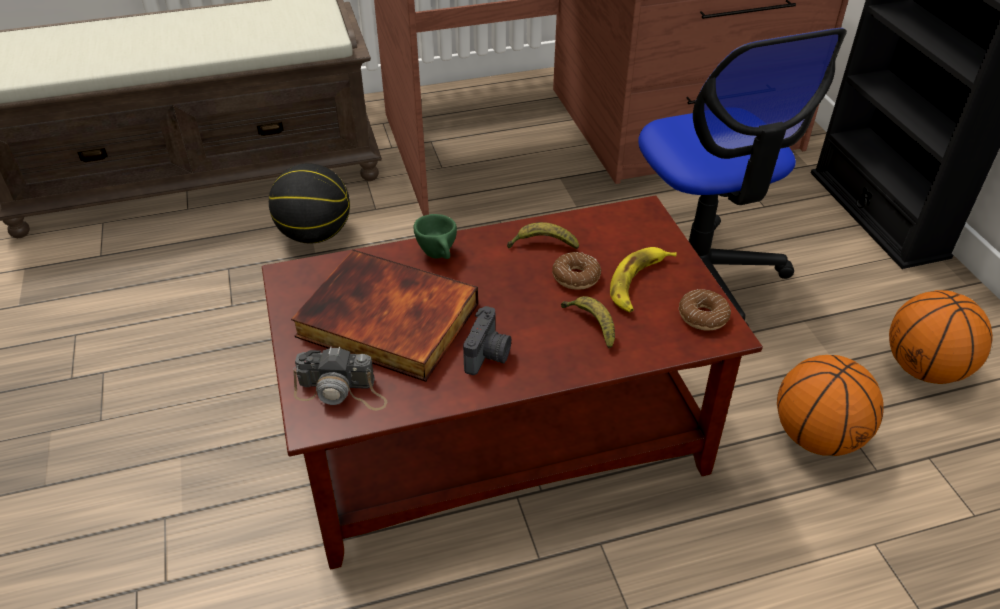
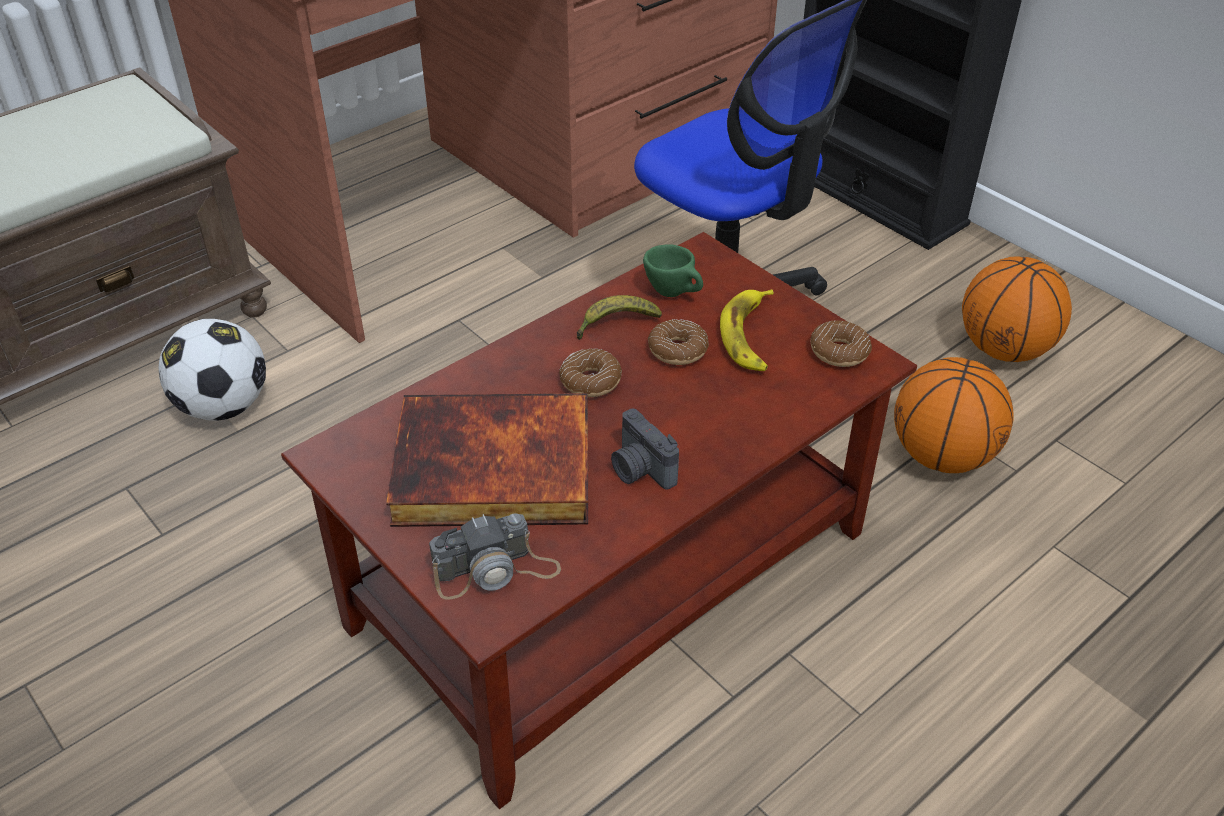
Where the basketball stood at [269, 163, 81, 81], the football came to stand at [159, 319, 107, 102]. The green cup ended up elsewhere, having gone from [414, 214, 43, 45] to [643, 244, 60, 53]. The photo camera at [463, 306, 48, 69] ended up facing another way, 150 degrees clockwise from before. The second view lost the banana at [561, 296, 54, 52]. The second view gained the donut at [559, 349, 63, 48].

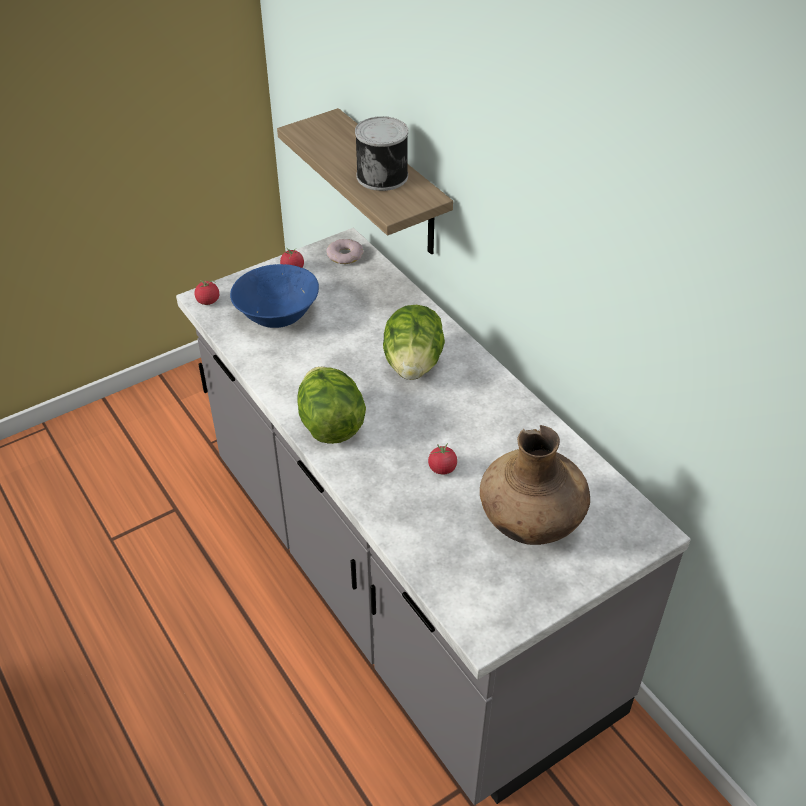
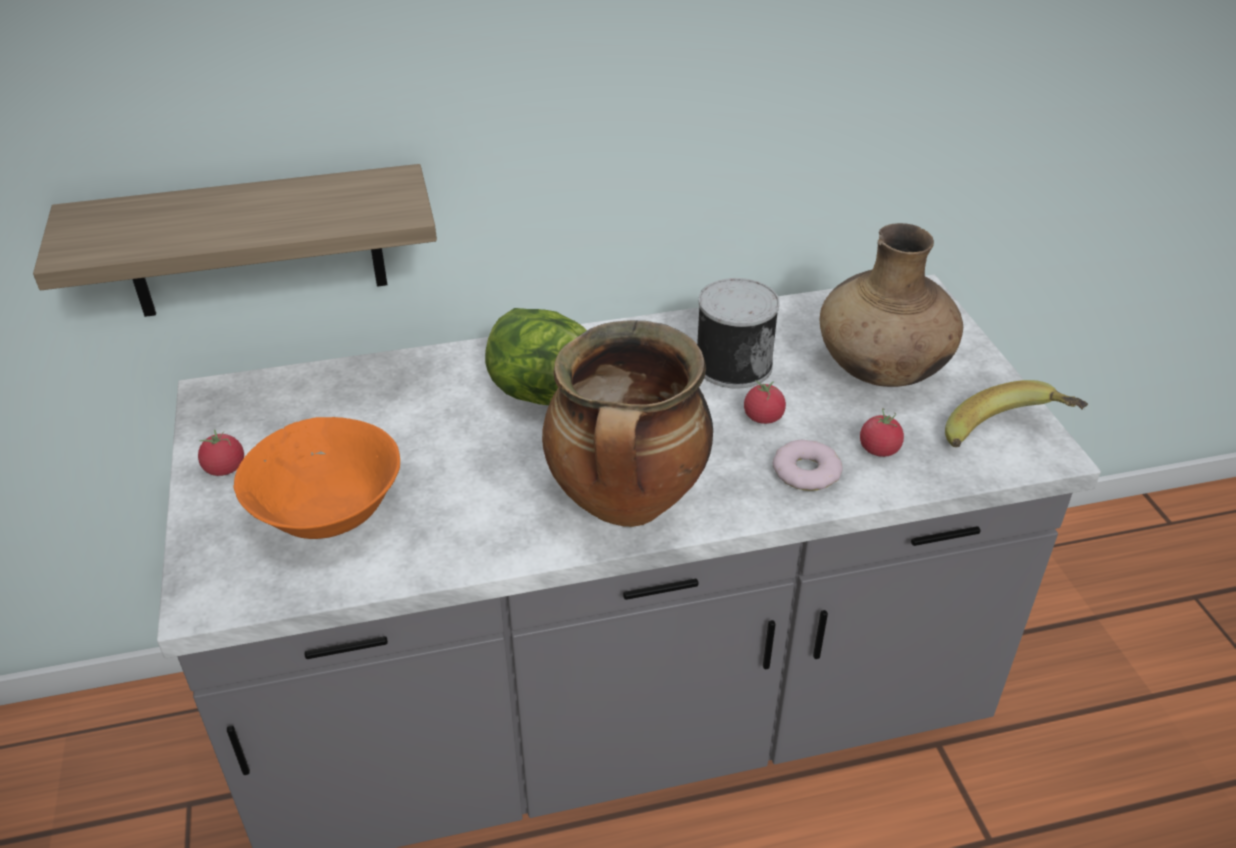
The tomato ended up elsewhere, having gone from [194, 280, 25, 25] to [860, 408, 44, 49]. What was the blue bowl at [230, 264, 89, 64] turned into the orange bowl at [233, 417, 167, 122]. Where the lettuce stood at [297, 366, 69, 78], the cooking pot came to stand at [542, 320, 171, 207]. The donut ended up elsewhere, having gone from [326, 239, 38, 25] to [773, 440, 70, 51]. The can ended up elsewhere, having gone from [355, 116, 53, 75] to [697, 278, 83, 111]. The second view gained the banana at [945, 380, 143, 67].

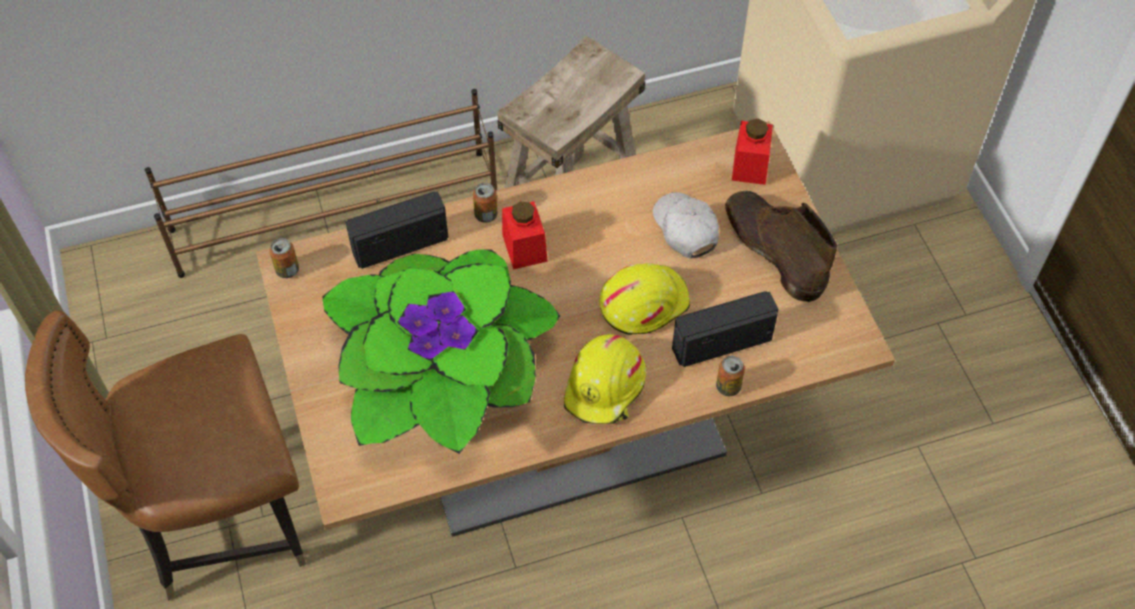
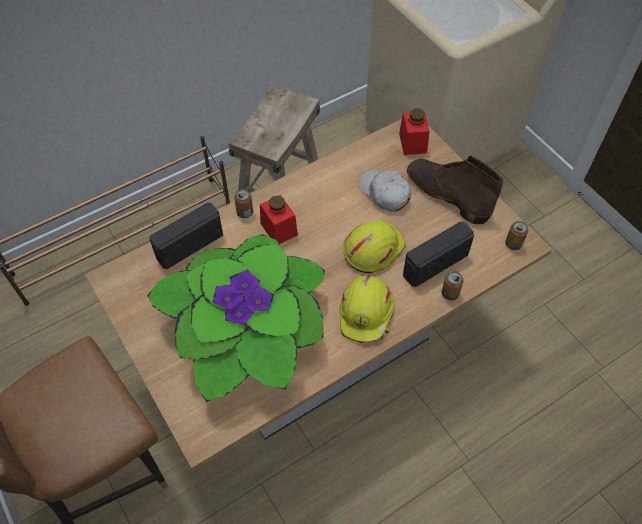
The can ended up elsewhere, having gone from [269, 238, 30, 40] to [505, 221, 23, 29].

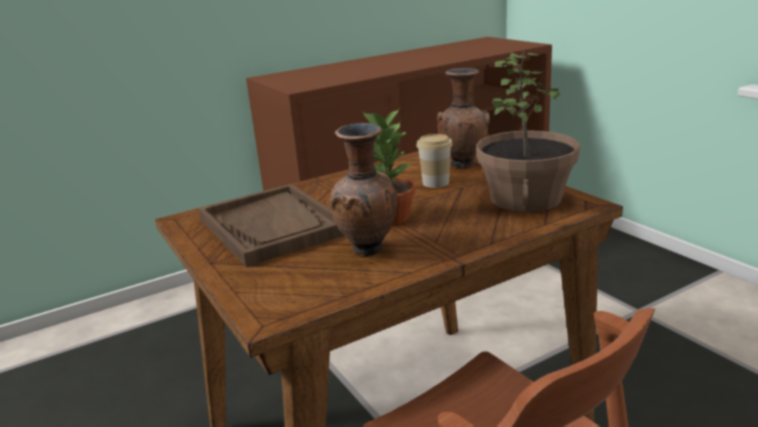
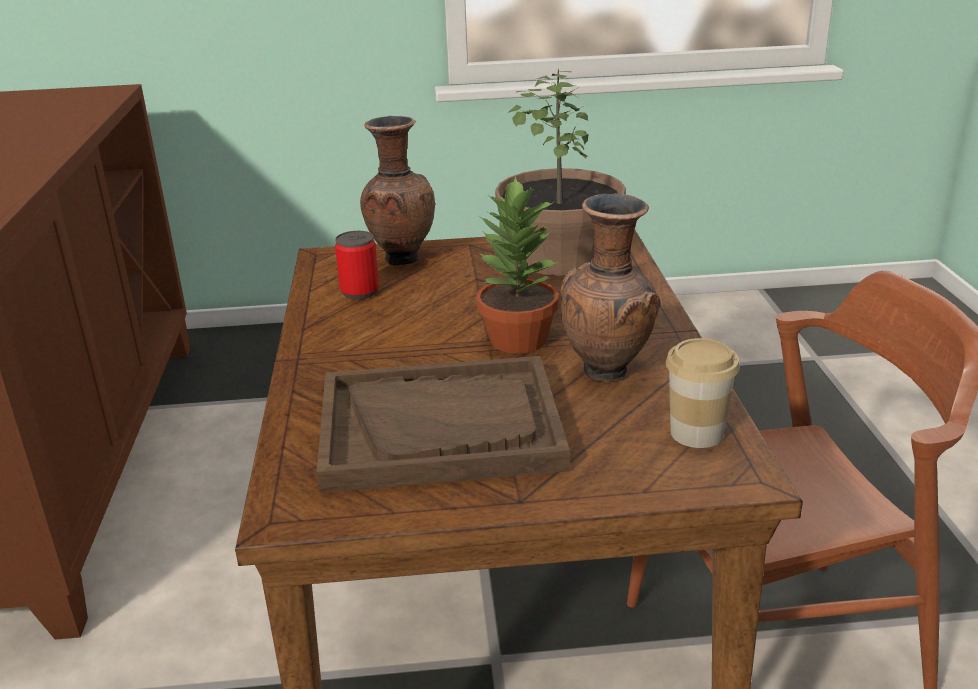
The cup ended up elsewhere, having gone from [416, 134, 37, 54] to [666, 338, 74, 110]. The second view gained the can at [335, 231, 44, 68].

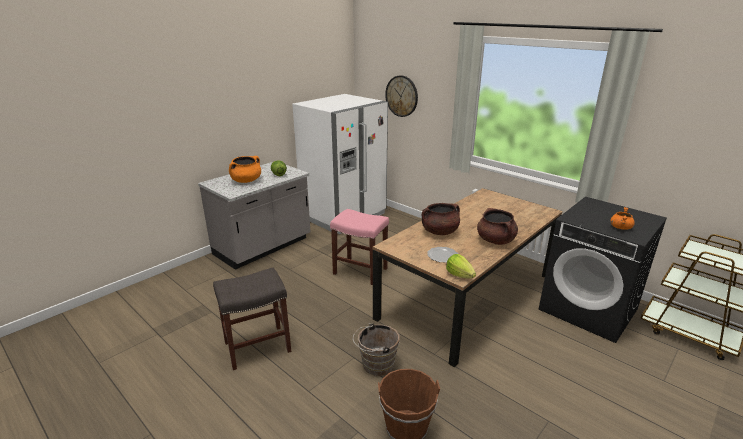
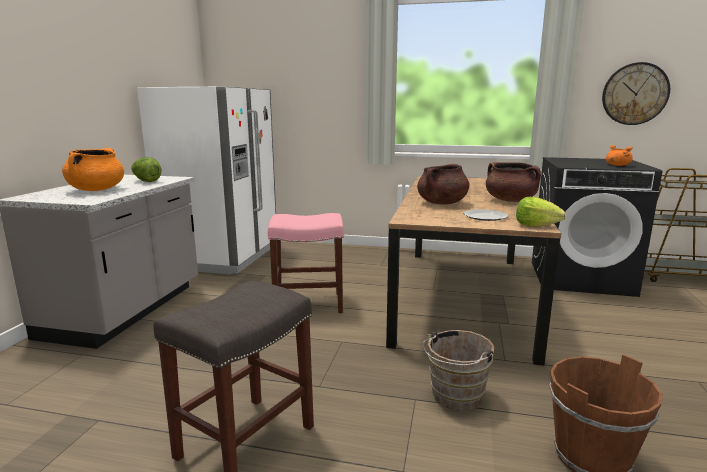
The wall clock ended up elsewhere, having gone from [385, 75, 33, 42] to [602, 62, 68, 63].

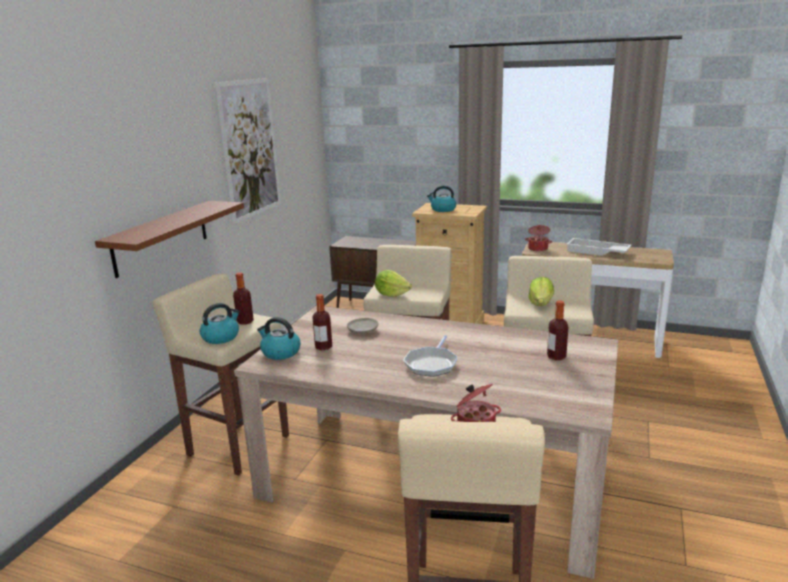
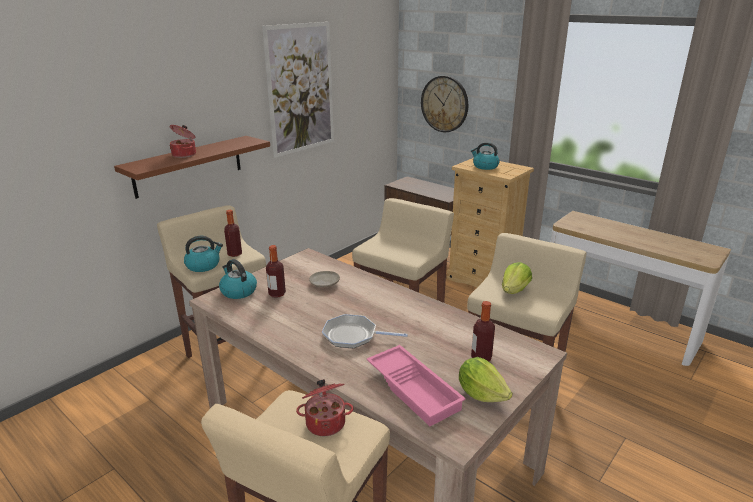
The lettuce ended up elsewhere, having gone from [375, 270, 37, 27] to [459, 357, 54, 45]. The frying pan at [403, 335, 55, 42] ended up facing another way, 60 degrees clockwise from before. The cooking pot ended up elsewhere, having gone from [525, 225, 27, 26] to [169, 125, 27, 33]. The second view lost the white tray at [566, 238, 66, 18]. The second view gained the pink tray at [367, 345, 99, 81]. The second view gained the wall clock at [421, 76, 47, 56].

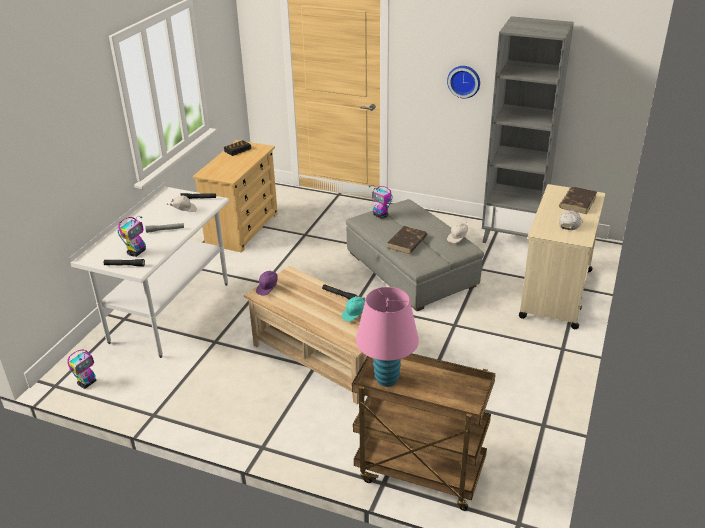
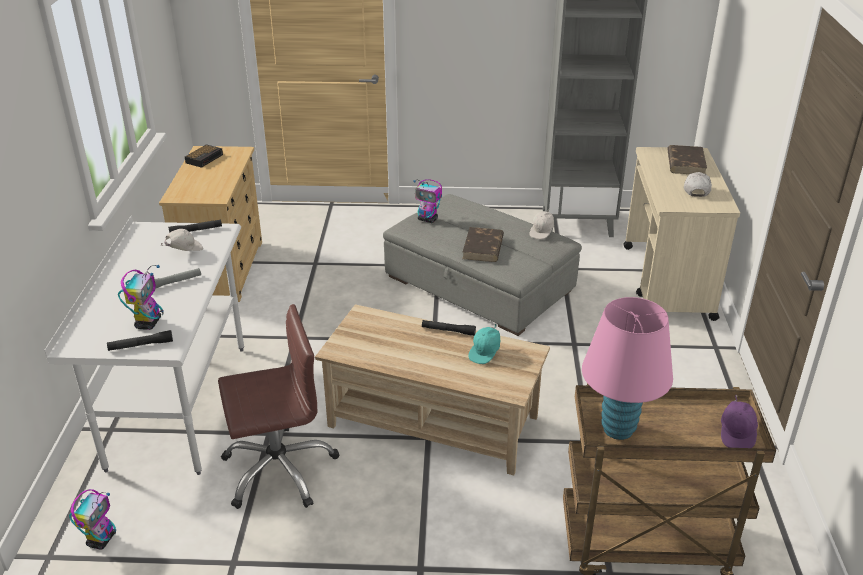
The purple cap ended up elsewhere, having gone from [256, 268, 22, 28] to [721, 394, 37, 54]. The second view lost the wall clock at [447, 66, 33, 32]. The second view gained the brown office chair at [218, 304, 121, 205].

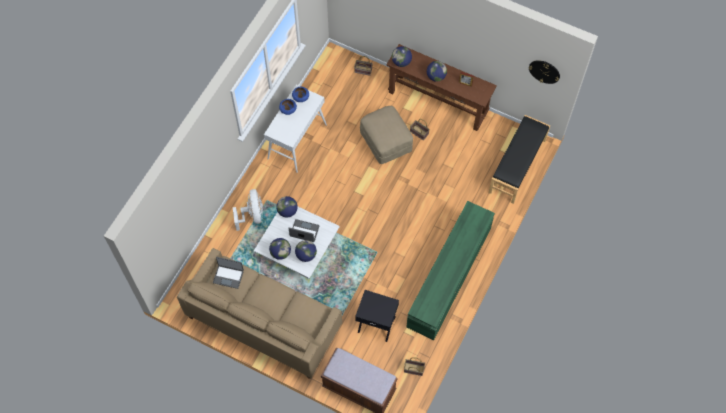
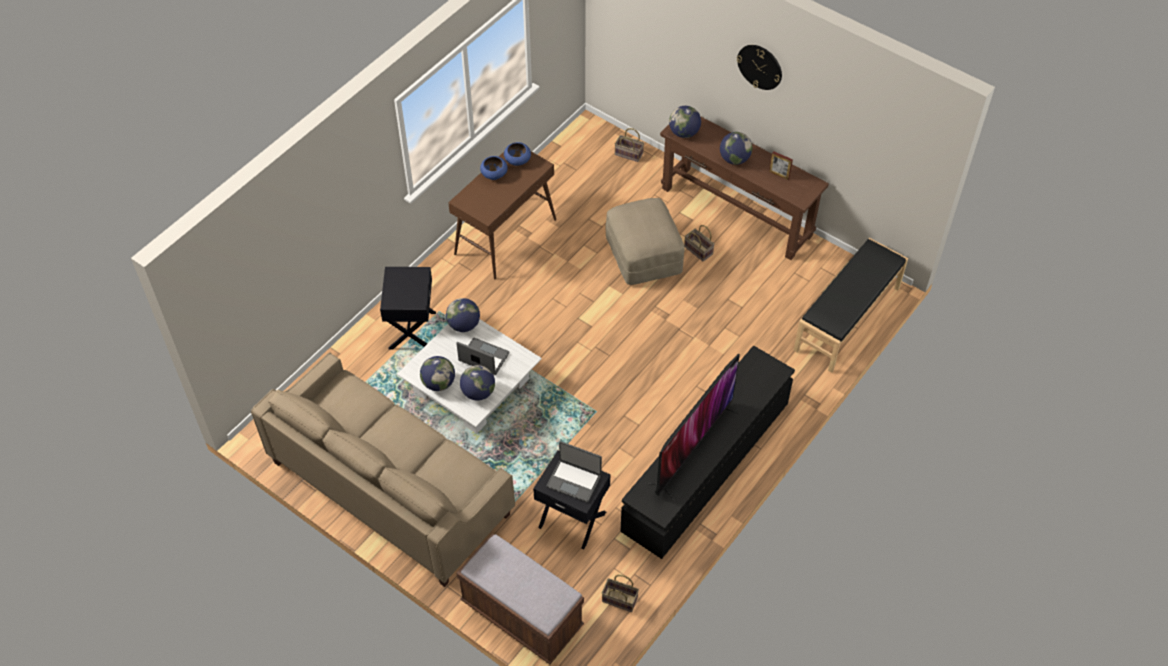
The laptop ended up elsewhere, having gone from [213, 257, 31, 32] to [546, 441, 56, 61]. Where the white fan stood at [233, 189, 30, 42], the black side table came to stand at [380, 267, 56, 82]. What was the white console table at [264, 85, 63, 88] turned into the brown console table at [448, 142, 108, 137]. What was the green tv stand at [406, 201, 89, 139] turned into the black tv stand at [621, 346, 174, 213]. The wall clock ended up elsewhere, having gone from [529, 60, 31, 24] to [737, 45, 45, 45]. The second view gained the television at [645, 353, 95, 148].

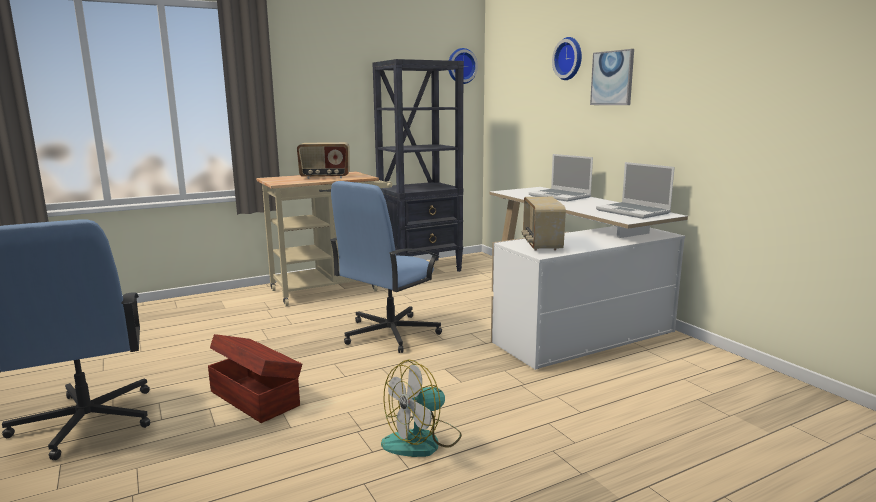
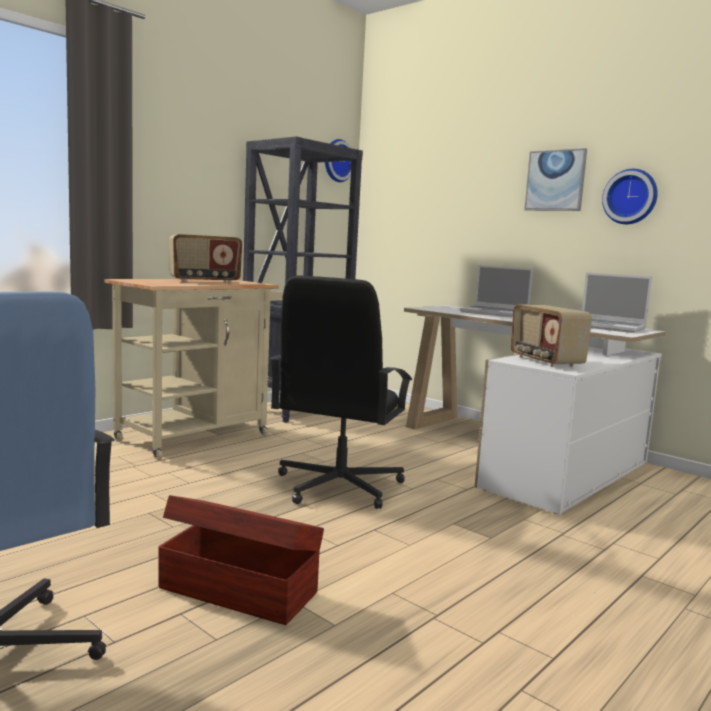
What was the blue office chair at [330, 181, 112, 172] turned into the black office chair at [270, 275, 142, 234]. The second view lost the fan at [381, 360, 81, 97]. The wall clock ended up elsewhere, having gone from [552, 37, 30, 43] to [602, 169, 56, 55].

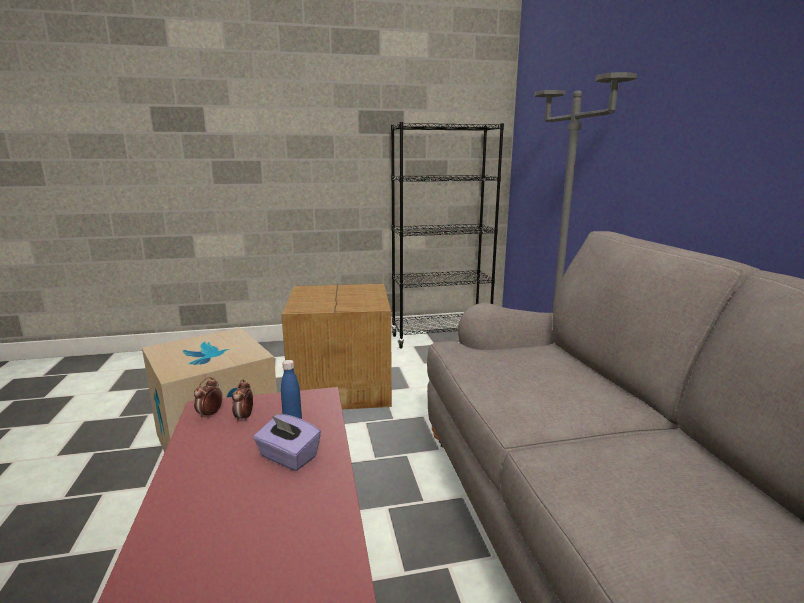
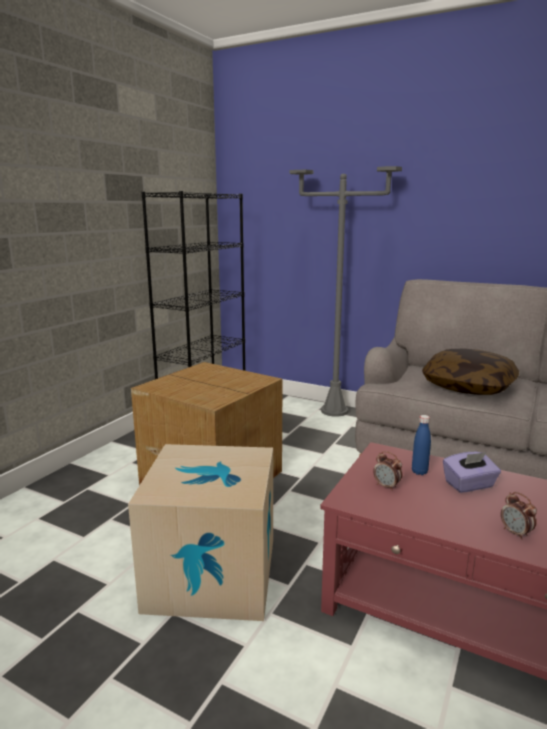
The alarm clock ended up elsewhere, having gone from [194, 377, 29, 41] to [501, 492, 36, 48]. The second view gained the pillow at [422, 349, 97, 46].

